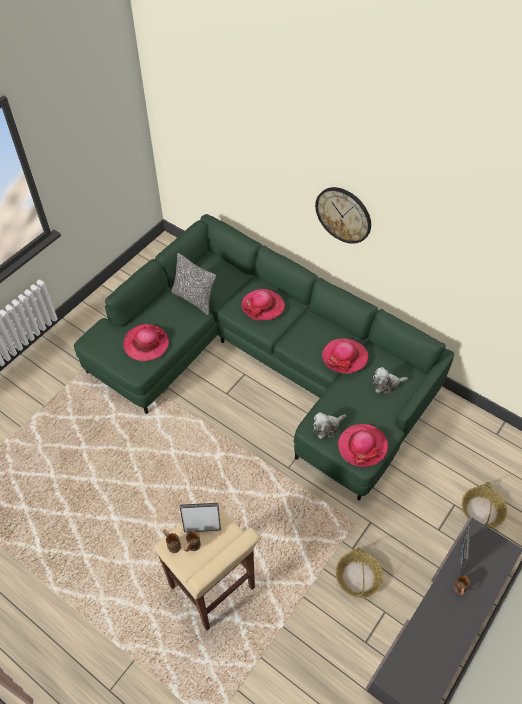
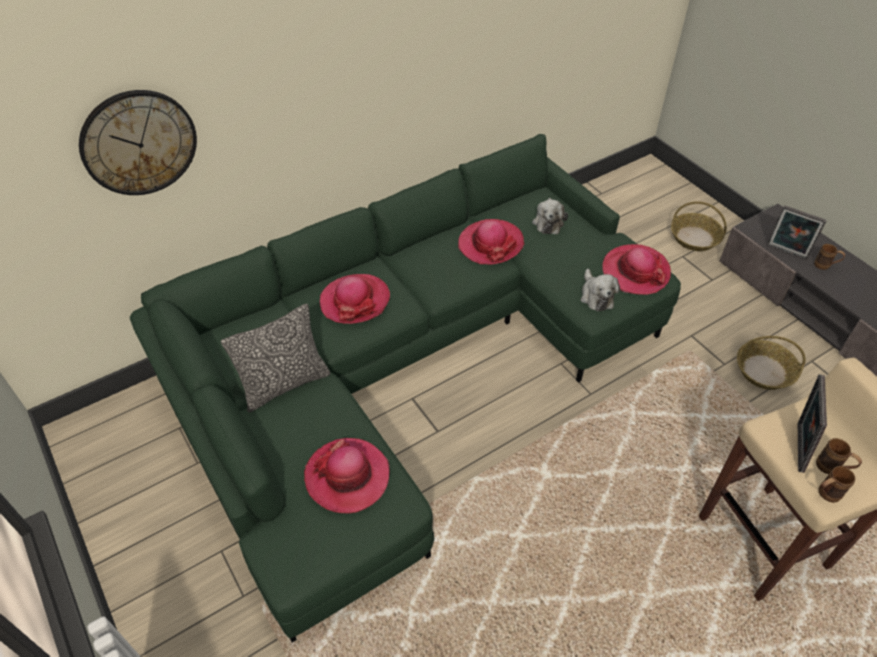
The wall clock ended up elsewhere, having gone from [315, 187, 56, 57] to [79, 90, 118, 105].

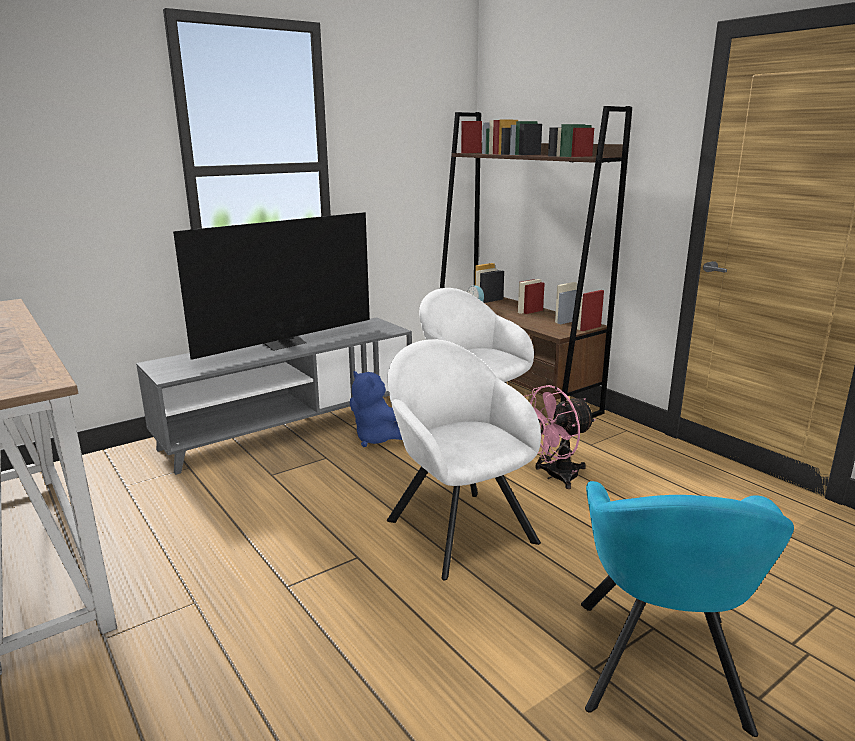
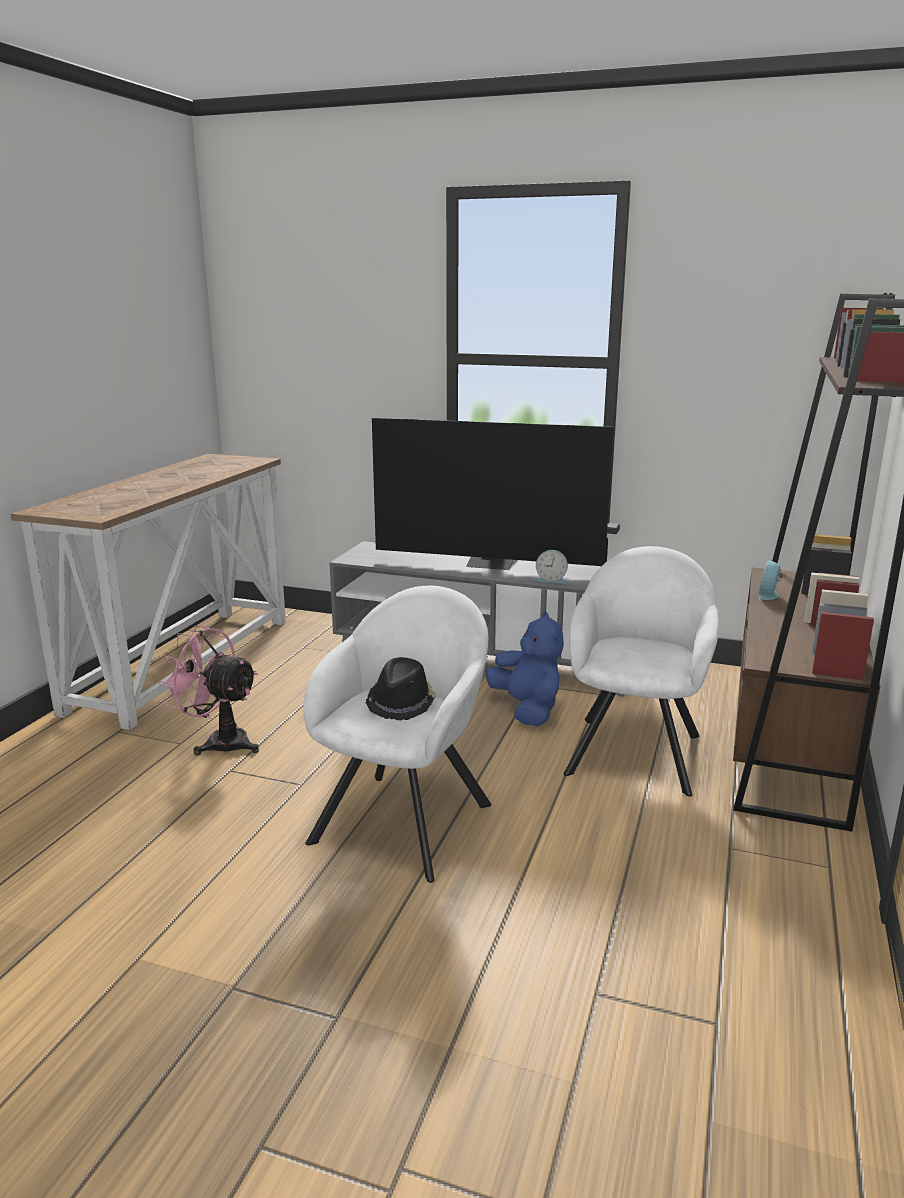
The blue plush toy at [350, 371, 52, 76] ended up facing another way, 150 degrees clockwise from before. The pink fan ended up elsewhere, having gone from [524, 385, 72, 104] to [158, 625, 101, 131]. The second view lost the turquoise armchair at [581, 481, 213, 256]. The second view gained the black hat at [366, 657, 70, 63]. The second view gained the alarm clock at [535, 550, 33, 33].

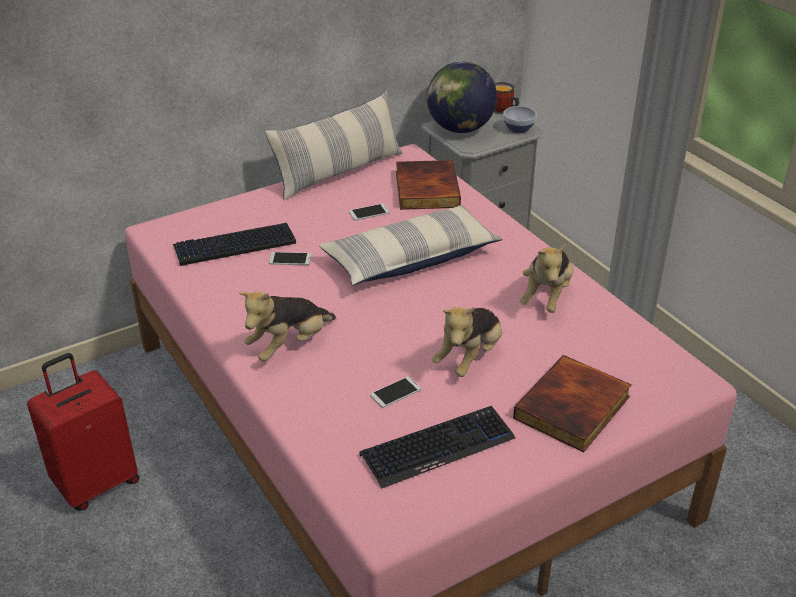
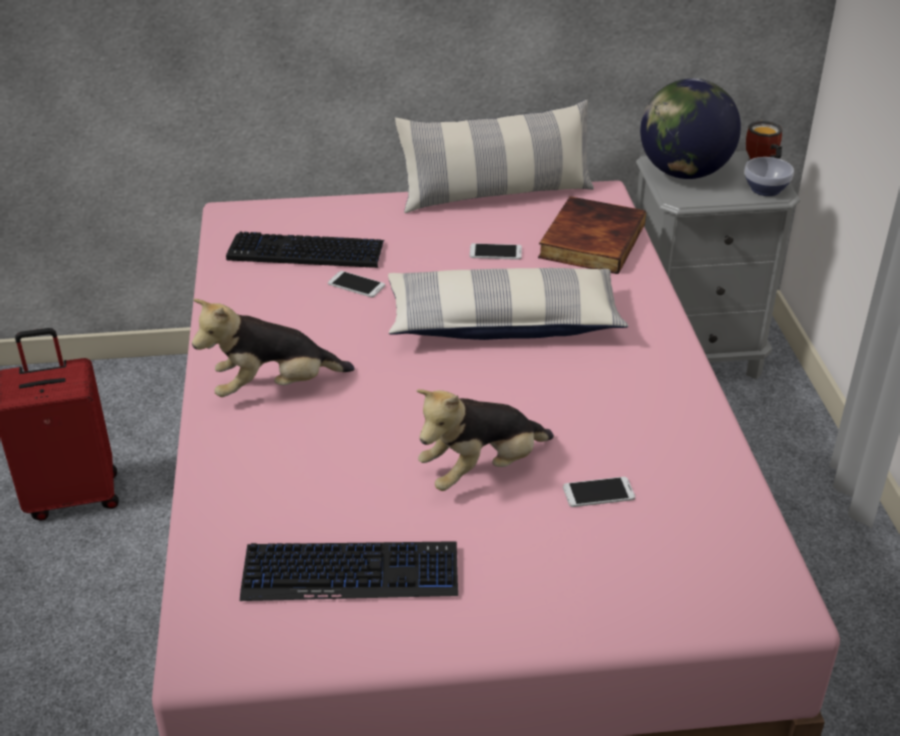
The phone ended up elsewhere, having gone from [370, 377, 51, 31] to [563, 477, 72, 30]. The second view lost the book at [513, 355, 119, 97]. The second view lost the plush toy at [520, 245, 53, 68].

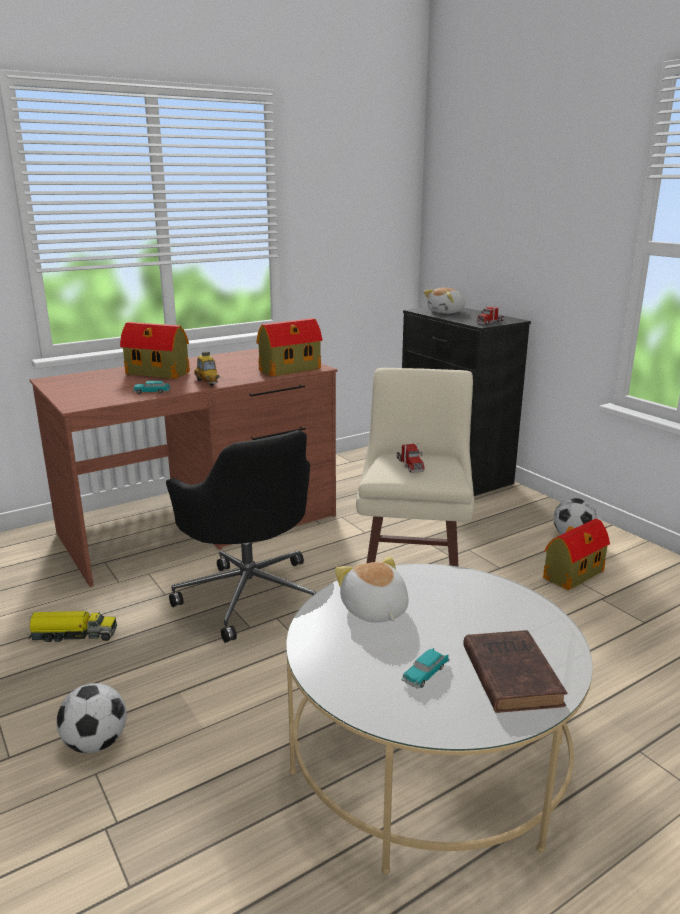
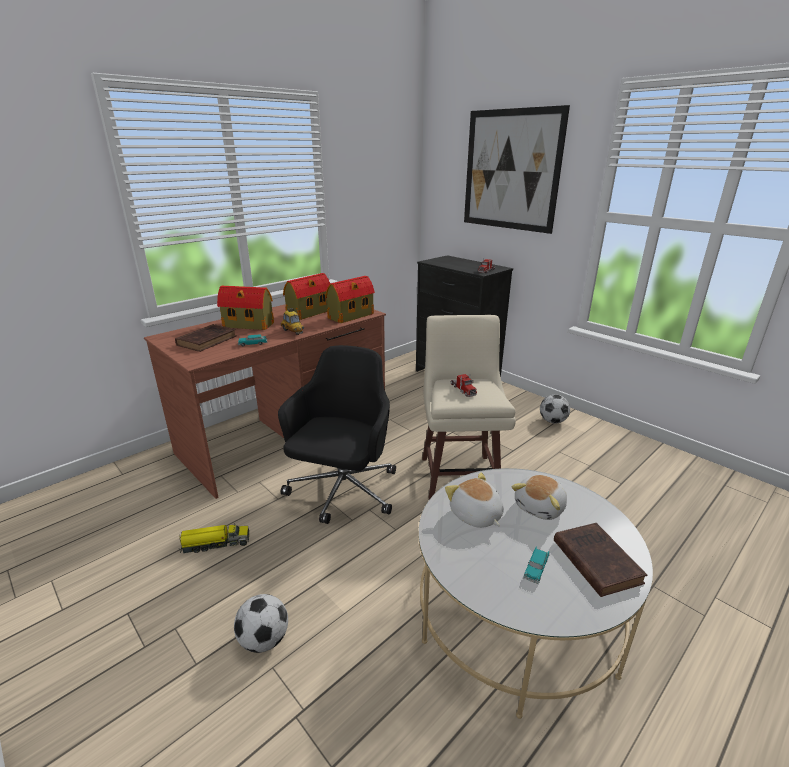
The black office chair at [166, 430, 150, 213] ended up facing another way, 120 degrees counterclockwise from before. The plush toy ended up elsewhere, having gone from [424, 288, 41, 26] to [511, 475, 56, 45]. The toy house ended up elsewhere, having gone from [543, 519, 67, 71] to [283, 273, 47, 47]. The second view gained the brown book at [175, 324, 61, 28]. The second view gained the picture at [464, 105, 106, 129].

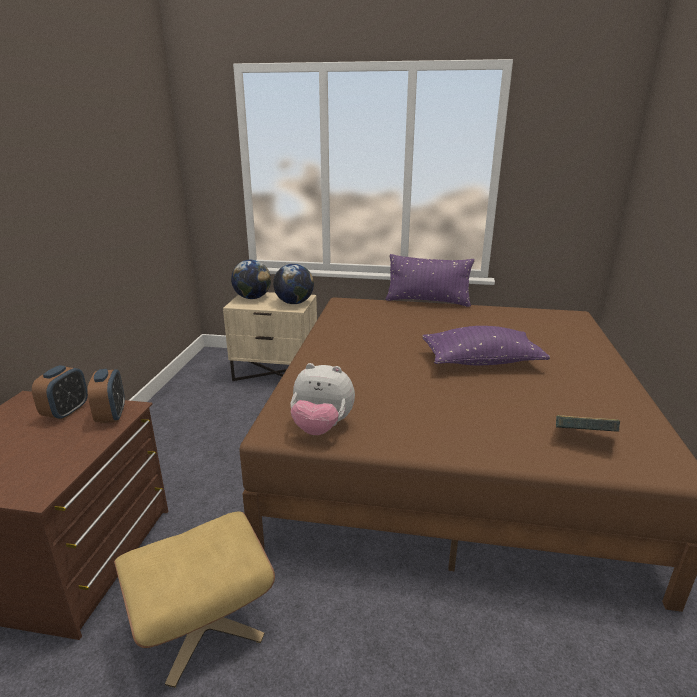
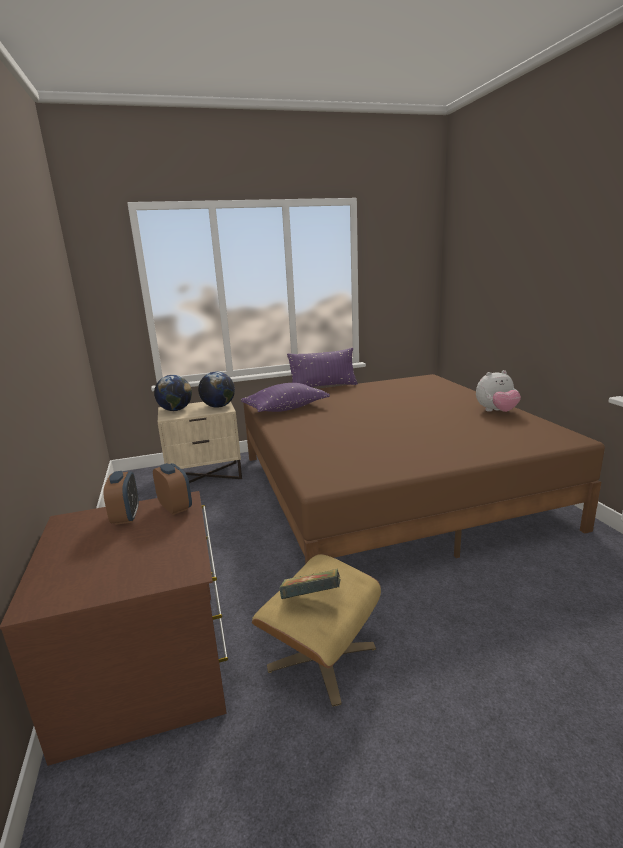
The plush toy ended up elsewhere, having gone from [290, 363, 65, 72] to [476, 370, 45, 42]. The purple pillow ended up elsewhere, having gone from [422, 326, 128, 39] to [241, 383, 89, 29]. The book ended up elsewhere, having gone from [556, 415, 64, 17] to [279, 569, 61, 30].

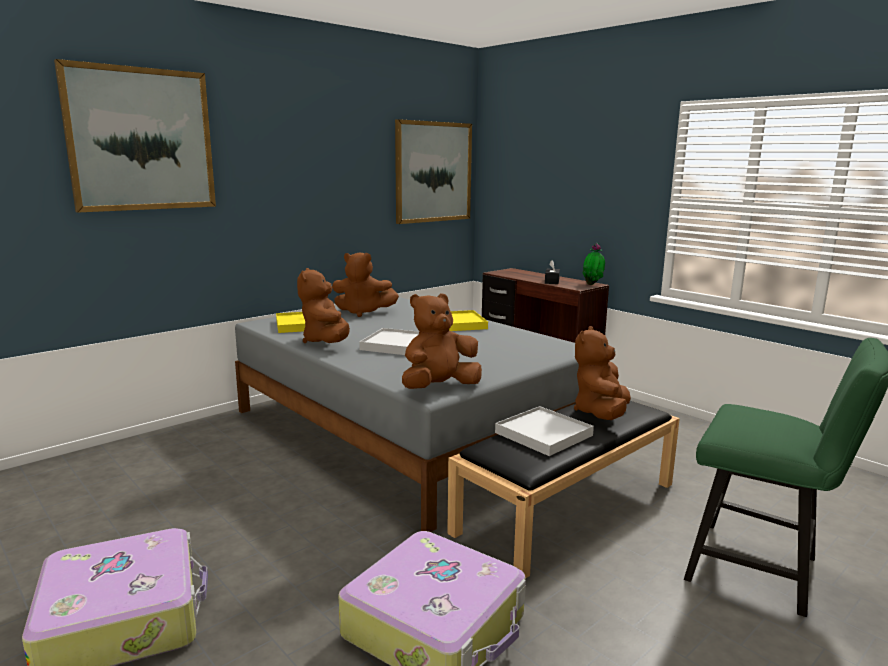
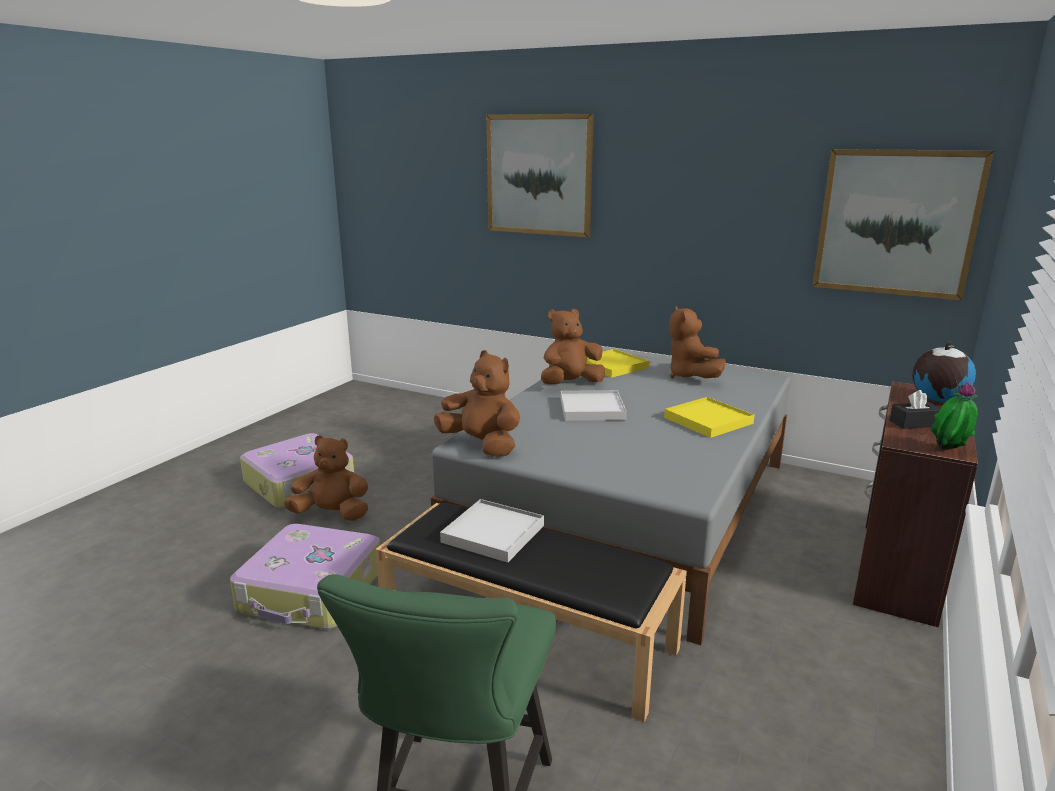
The brown plush toy ended up elsewhere, having gone from [574, 326, 57, 94] to [284, 435, 84, 86]. The second view gained the globe at [912, 341, 64, 61].

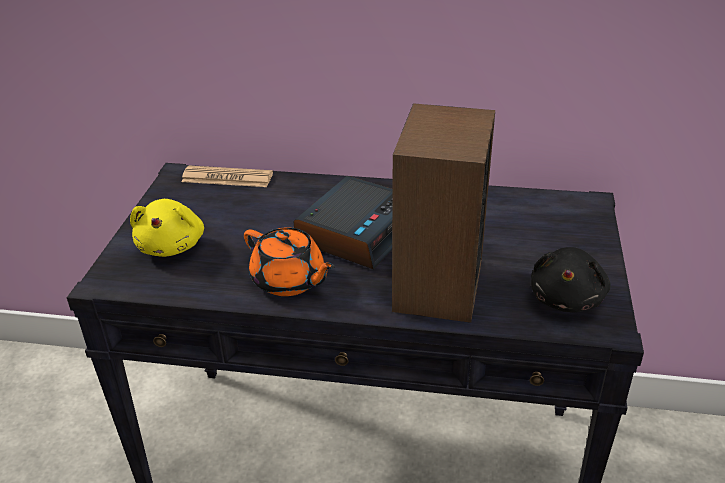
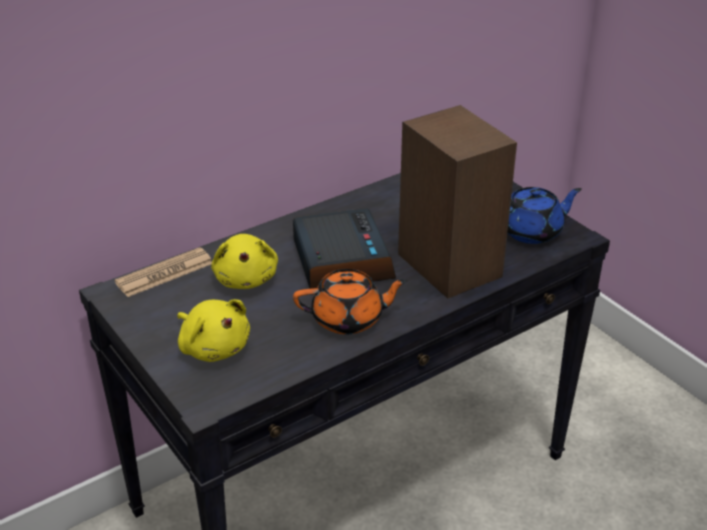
Where the black plush toy stood at [531, 247, 80, 65], the blue teapot came to stand at [507, 187, 75, 57]. The second view gained the yellow plush toy at [211, 234, 67, 55].

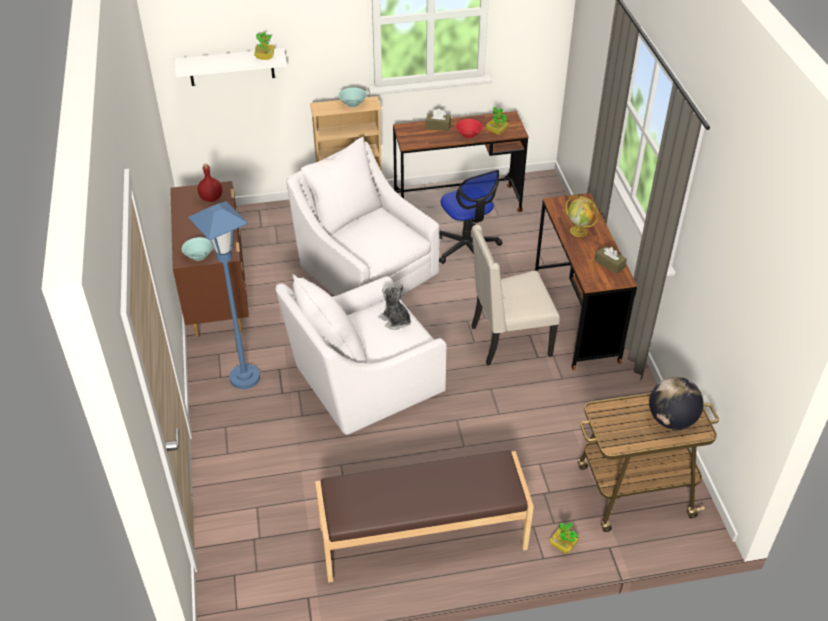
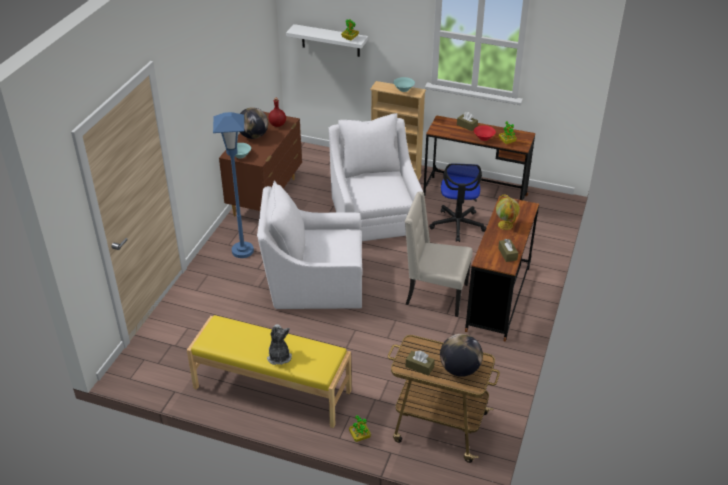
What was the brown bench at [315, 450, 219, 133] turned into the yellow bench at [187, 315, 165, 113]. The plush toy ended up elsewhere, having gone from [379, 284, 32, 46] to [267, 324, 25, 41]. The second view gained the globe at [240, 107, 28, 32]. The second view gained the brown tissue box at [405, 351, 30, 25].

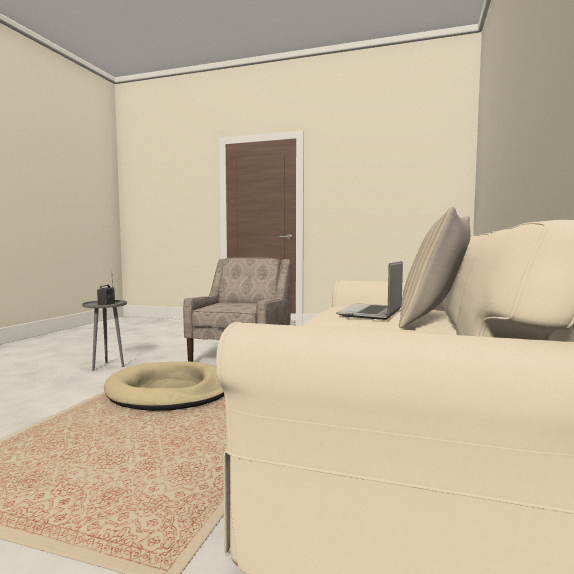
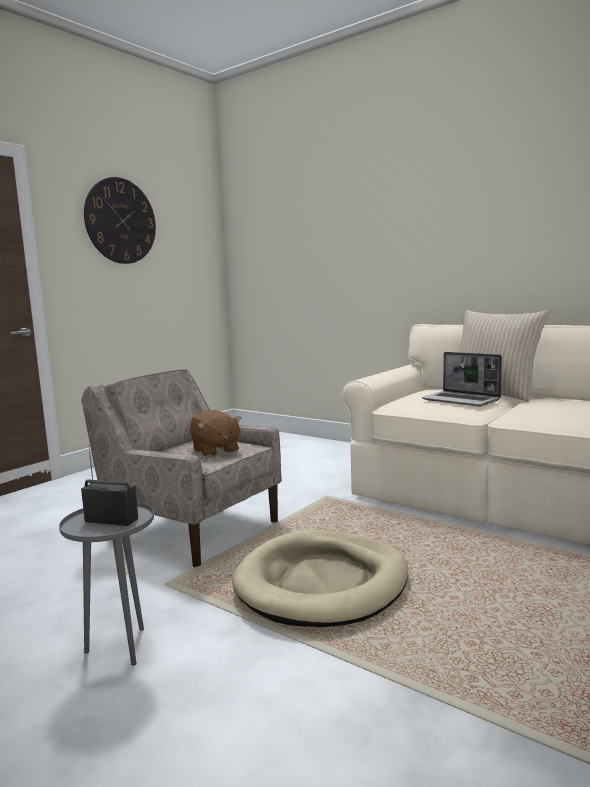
The second view gained the wall clock at [84, 177, 72, 87]. The second view gained the brown plush toy at [190, 410, 52, 47].

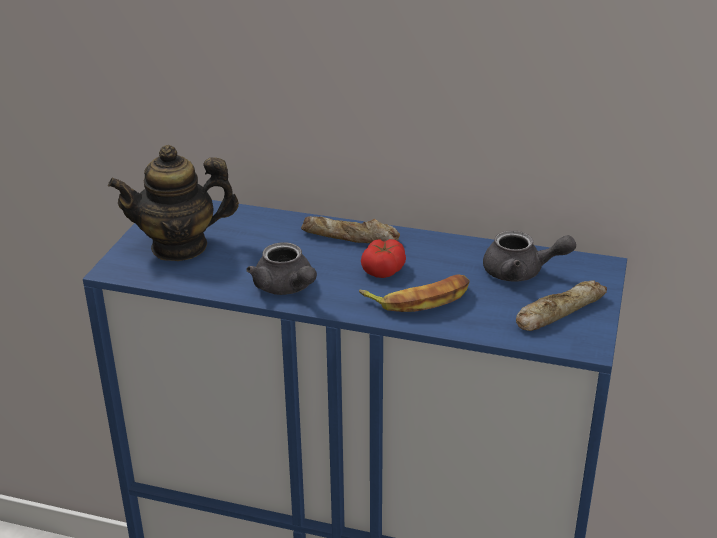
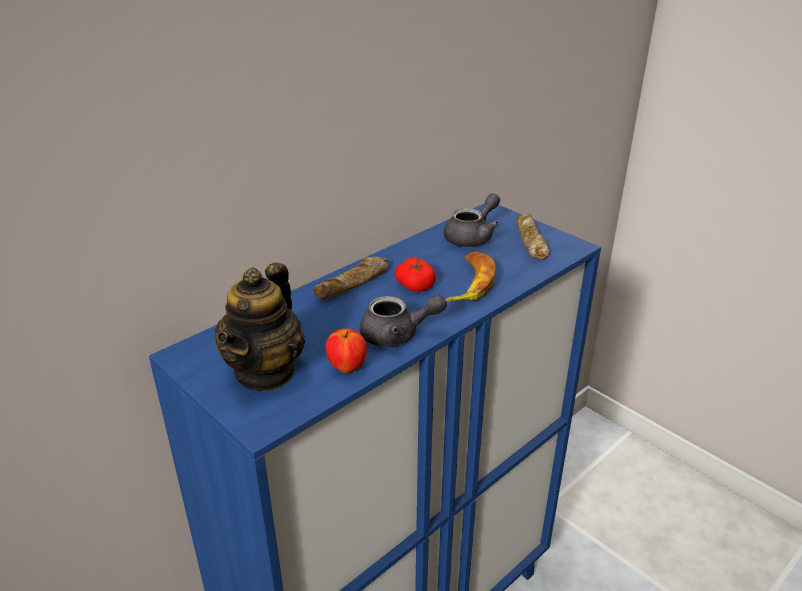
The second view gained the apple at [326, 329, 41, 45].

